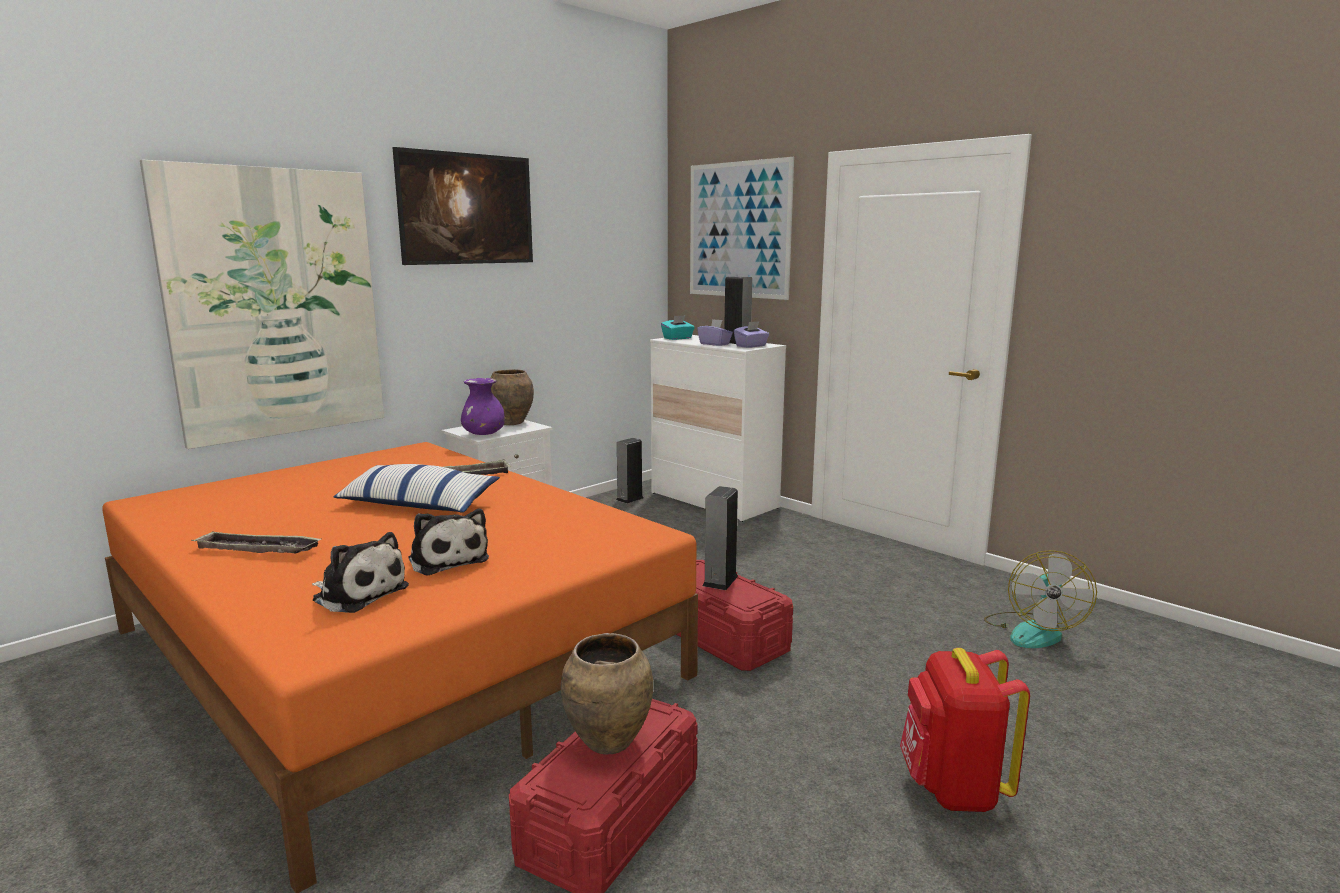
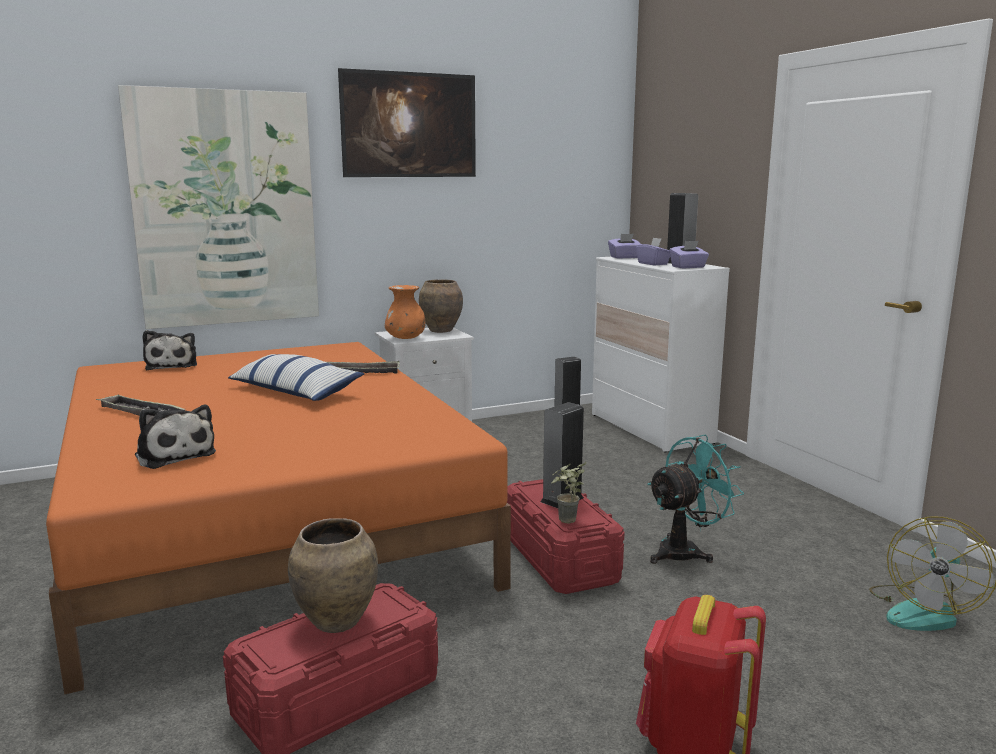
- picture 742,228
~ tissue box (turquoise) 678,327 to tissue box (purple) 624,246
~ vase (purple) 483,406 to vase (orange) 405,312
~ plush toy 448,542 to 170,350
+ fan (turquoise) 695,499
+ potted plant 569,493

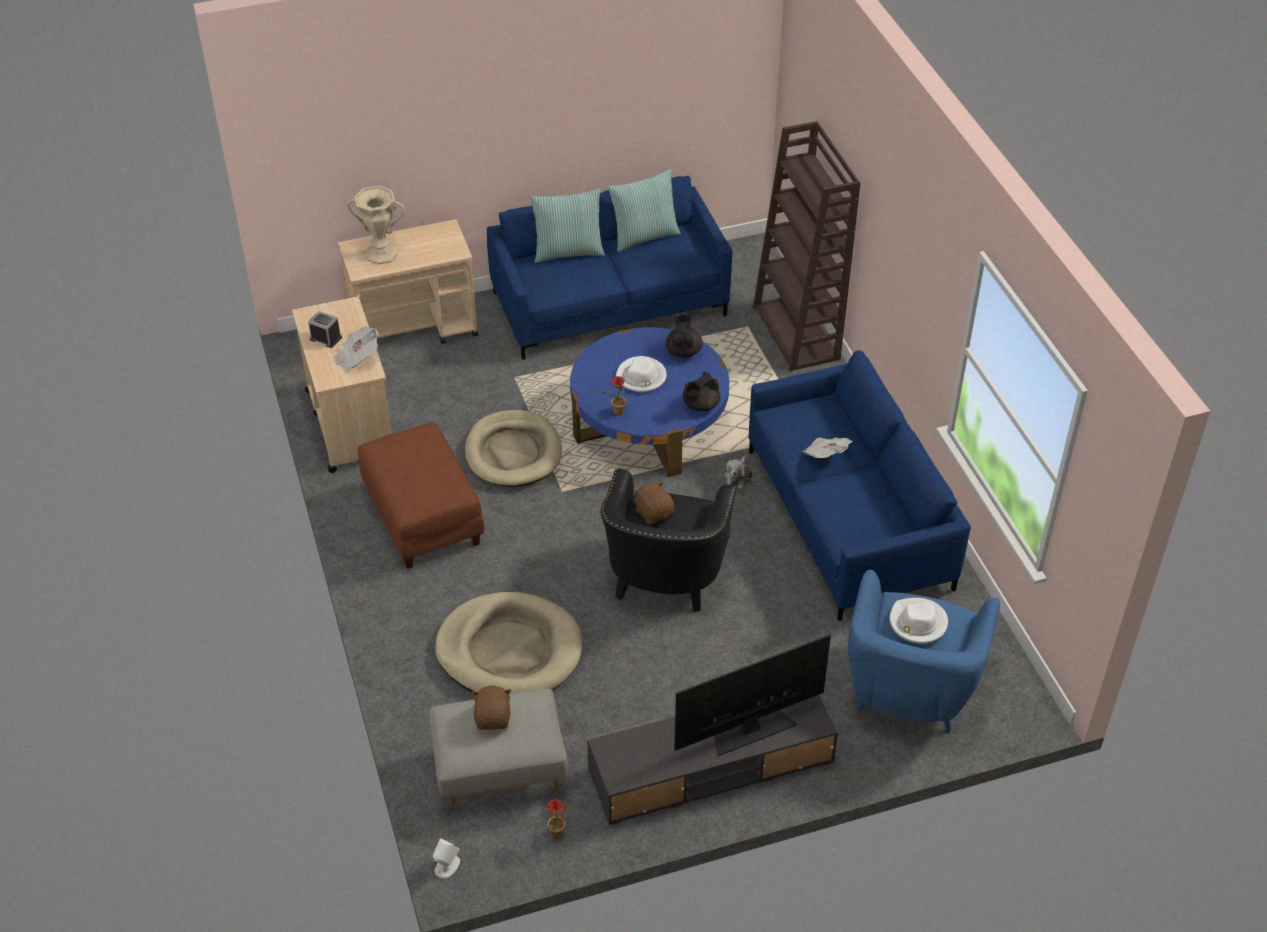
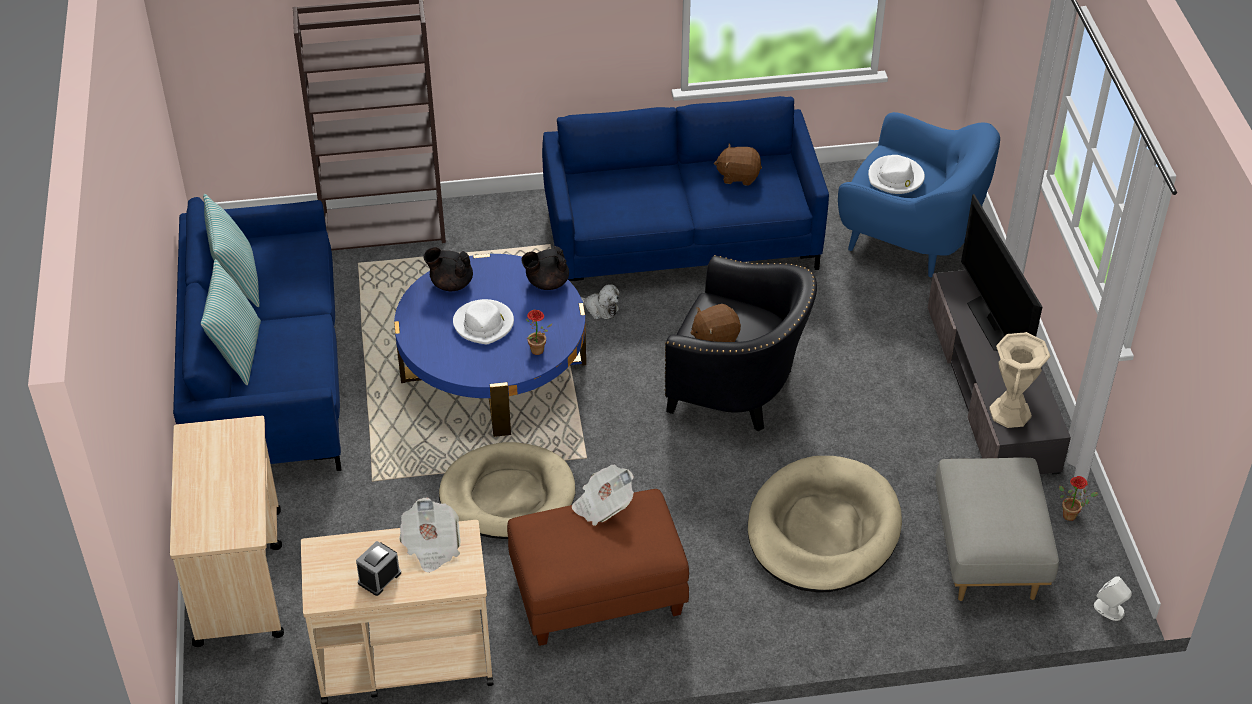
~ vase (beige) 375,224 to 1020,380
~ teapot (black) 701,391 = 545,268 105 degrees clockwise
~ newspaper 828,447 to 603,495
~ plush toy (brown) 491,707 to 738,164

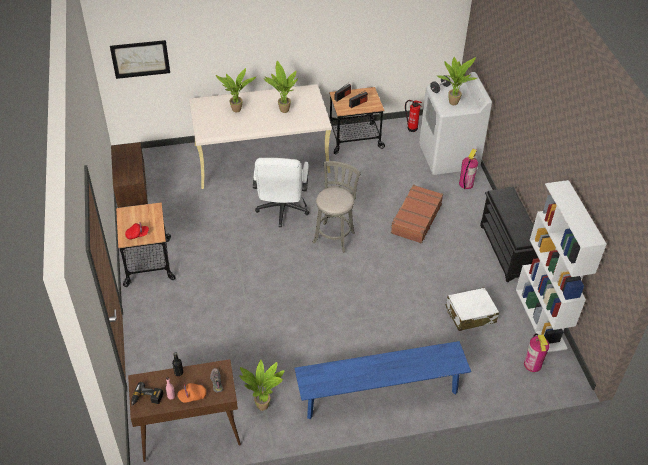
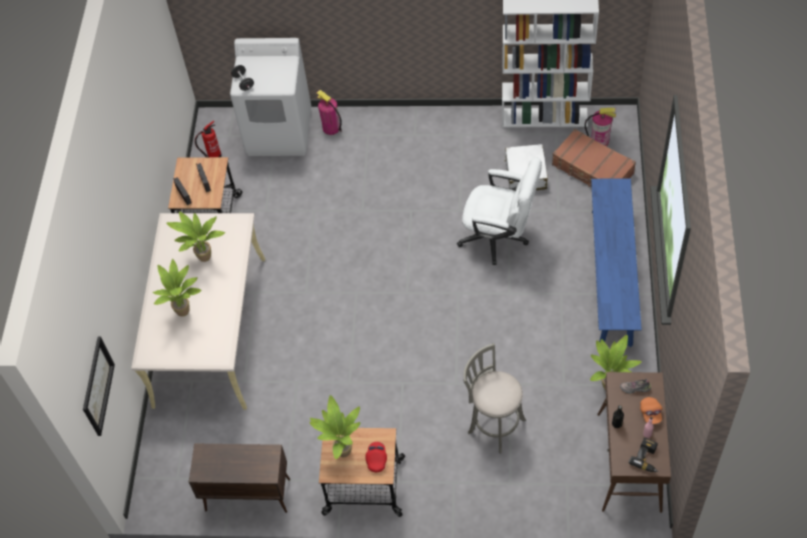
~ potted plant 456,81 to 335,427
~ office chair (white) 281,192 to 499,211
~ stool (grey) 337,207 to 494,398
~ suitcase (brown) 416,214 to 594,158
- shoe rack (black) 509,234

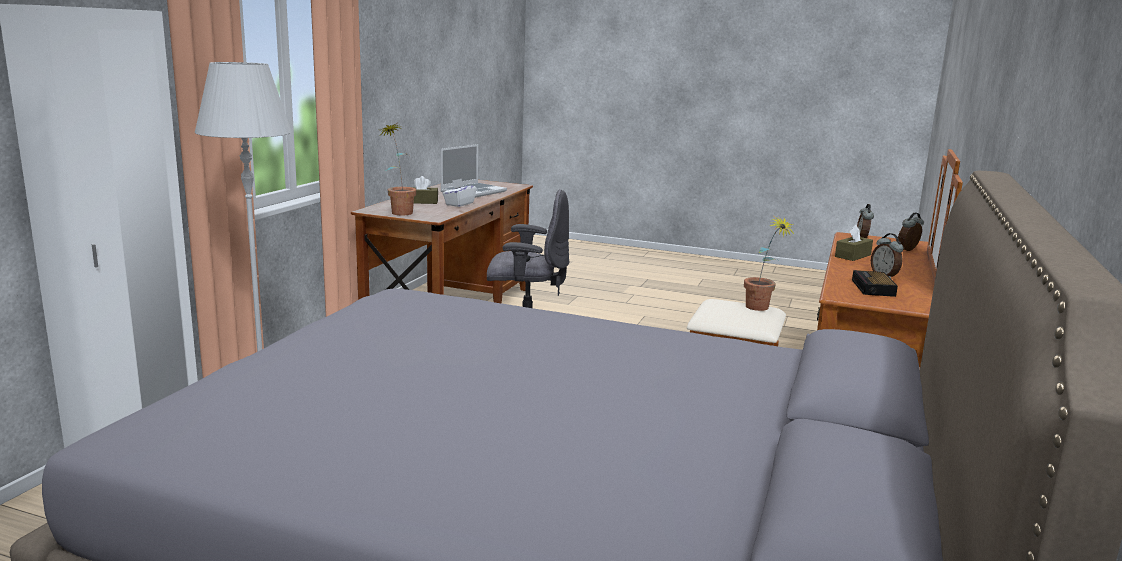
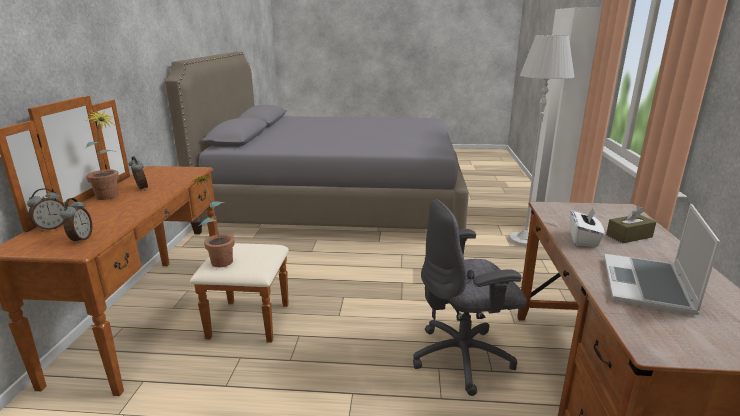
~ potted plant 398,169 to 102,155
- tissue box (brown) 854,243
- alarm clock 875,283

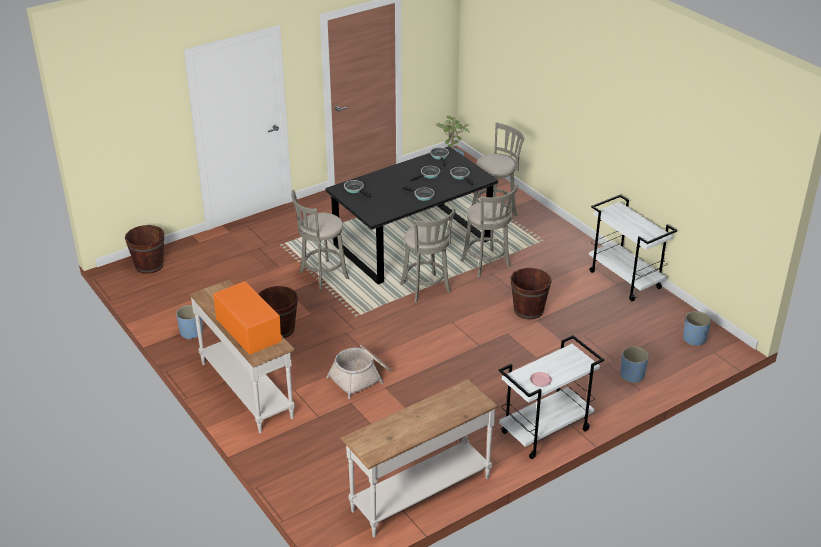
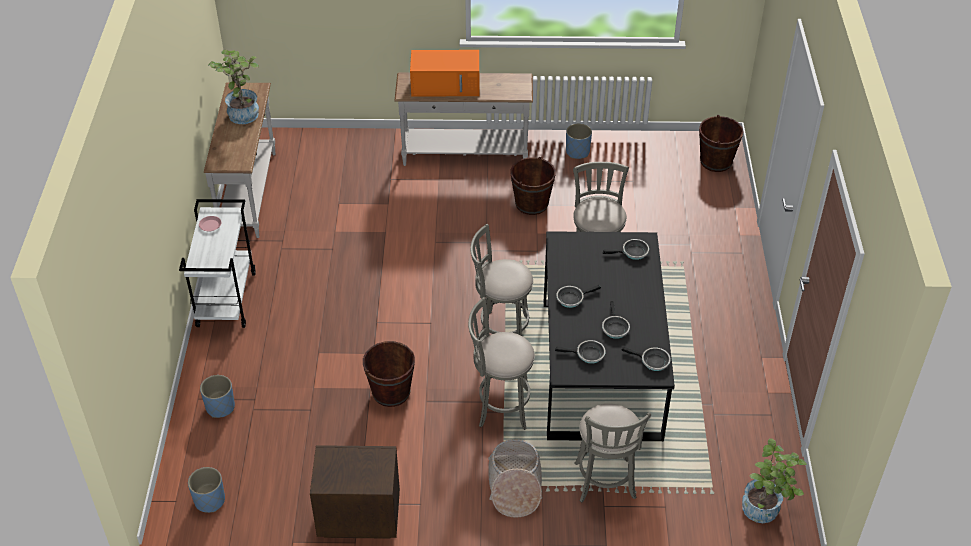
~ cart (white) 633,247 to nightstand (brown) 355,492
~ basket 359,372 to 515,478
+ potted plant 233,86

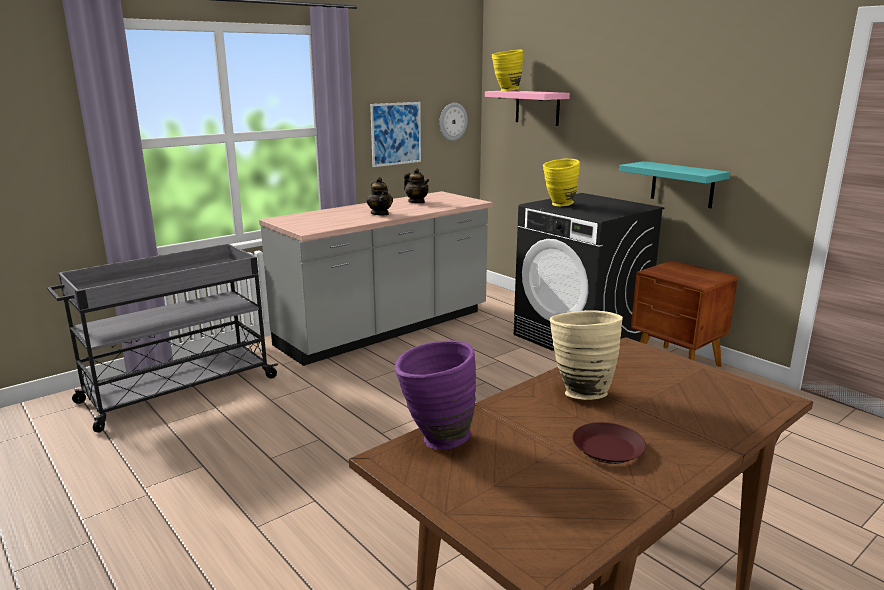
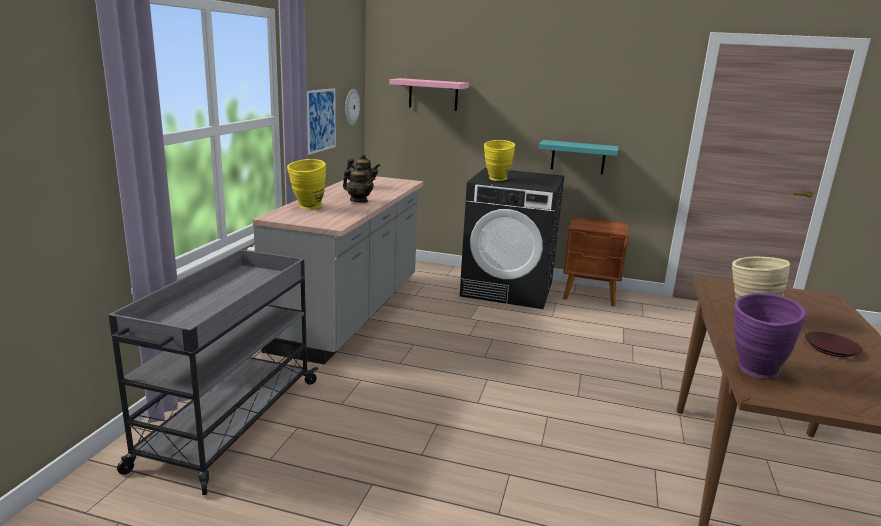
~ vase (yellow) 507,70 to 306,184

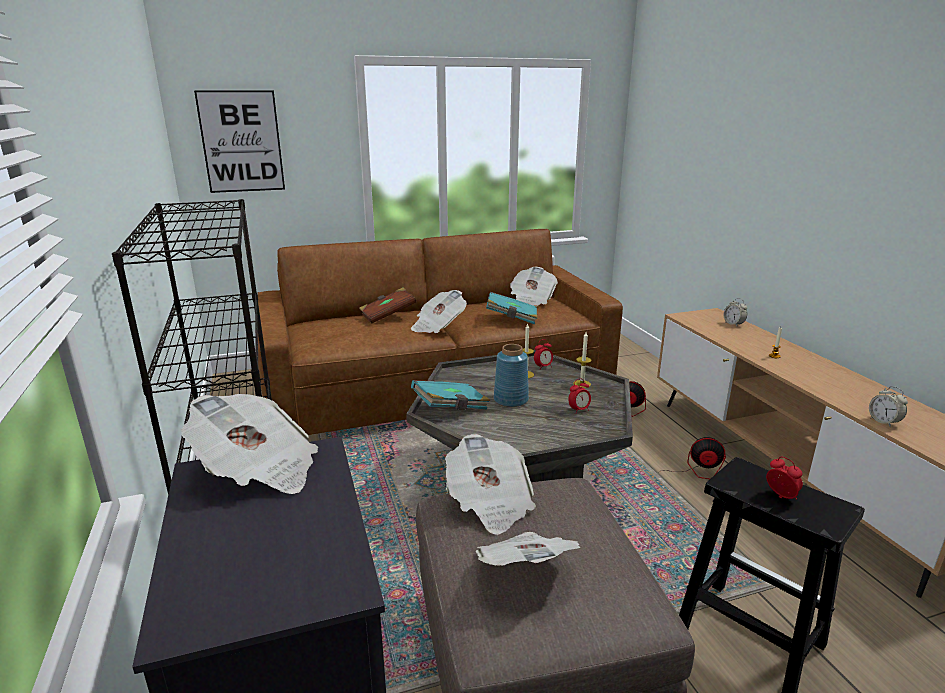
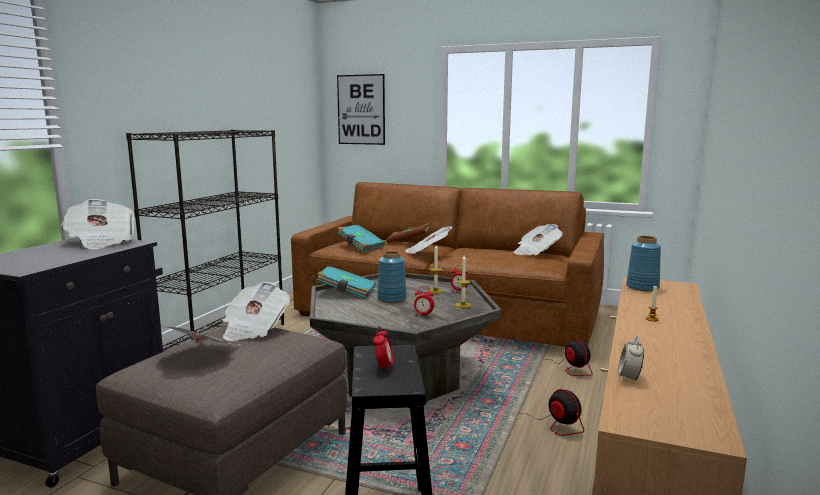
~ book (turquoise) 512,308 to 361,238
- alarm clock 735,312
+ vase (blue) 643,263

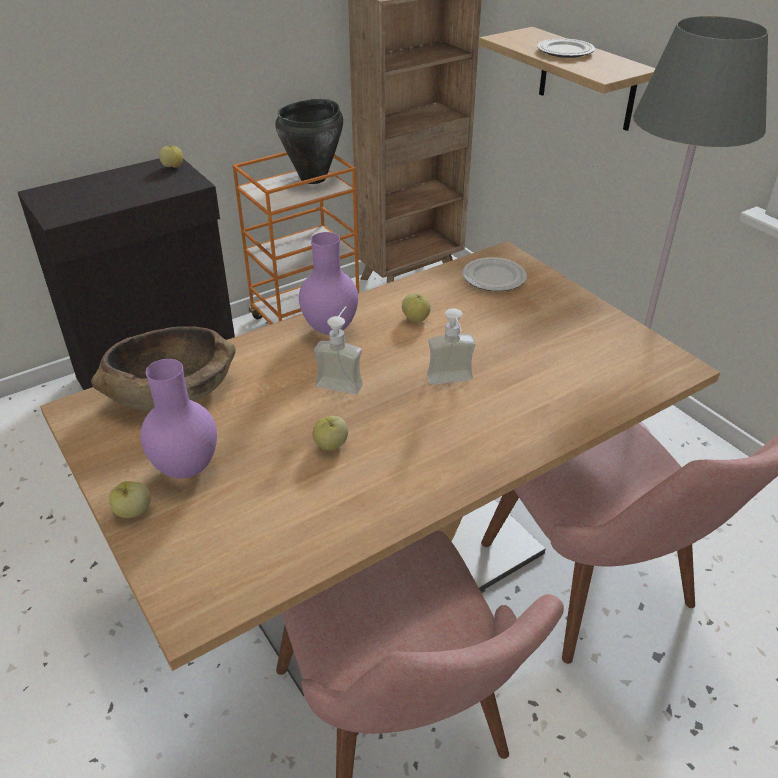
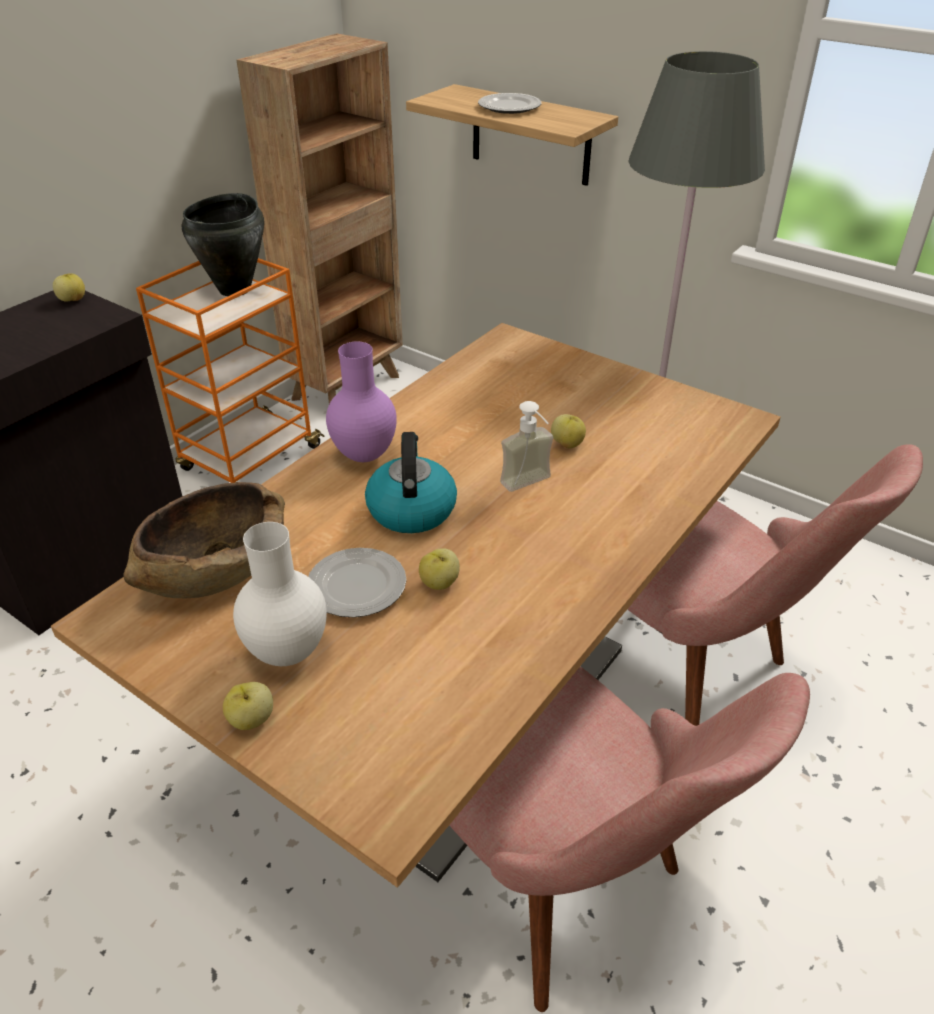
~ plate 494,274 to 357,582
~ apple 416,308 to 568,431
~ soap dispenser 338,350 to kettle 411,482
~ vase (purple) 178,419 to vase (white) 280,594

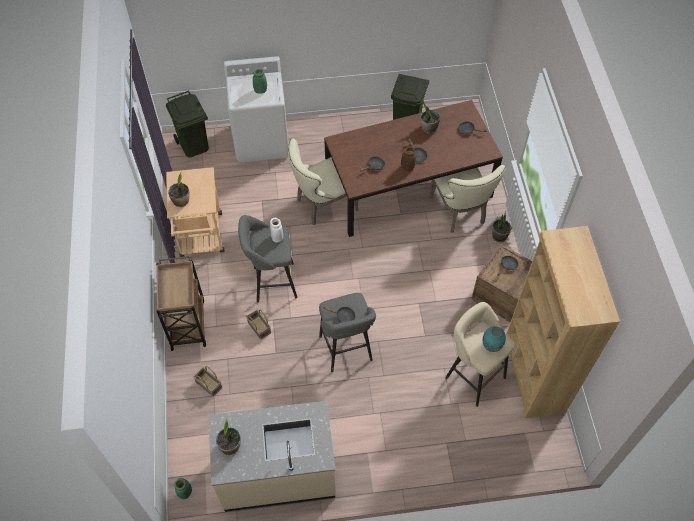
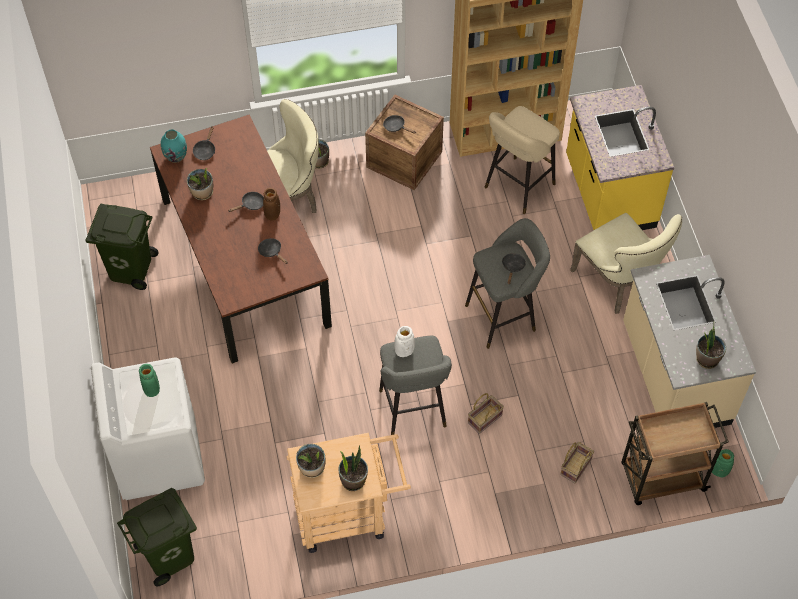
~ chair (beige) 323,182 to 626,263
~ cart (brown) 181,303 to 675,453
~ vase (turquoise) 494,339 to 174,146
+ counter (yellow) 620,157
+ potted plant 311,461

